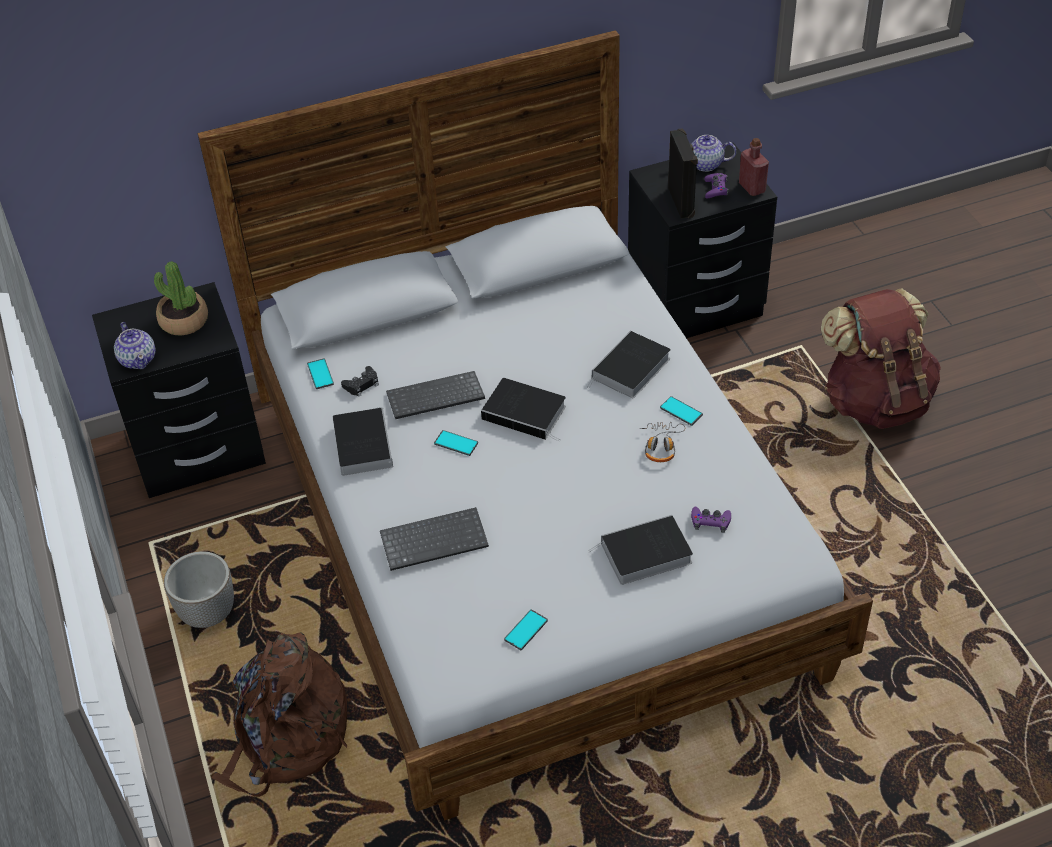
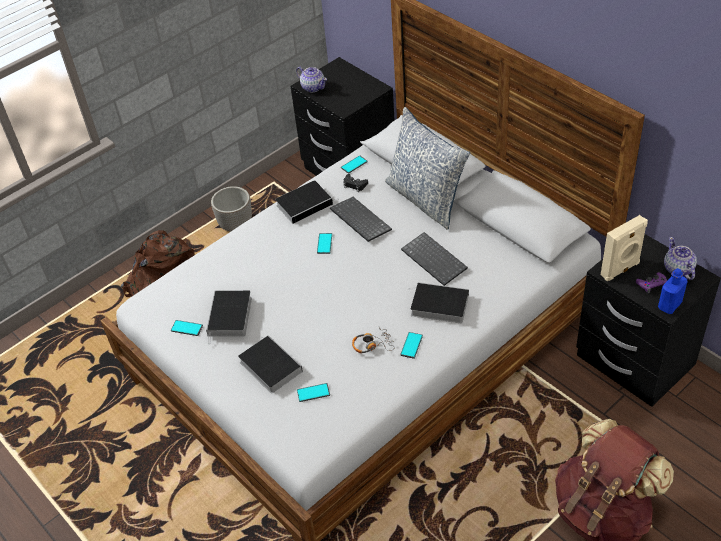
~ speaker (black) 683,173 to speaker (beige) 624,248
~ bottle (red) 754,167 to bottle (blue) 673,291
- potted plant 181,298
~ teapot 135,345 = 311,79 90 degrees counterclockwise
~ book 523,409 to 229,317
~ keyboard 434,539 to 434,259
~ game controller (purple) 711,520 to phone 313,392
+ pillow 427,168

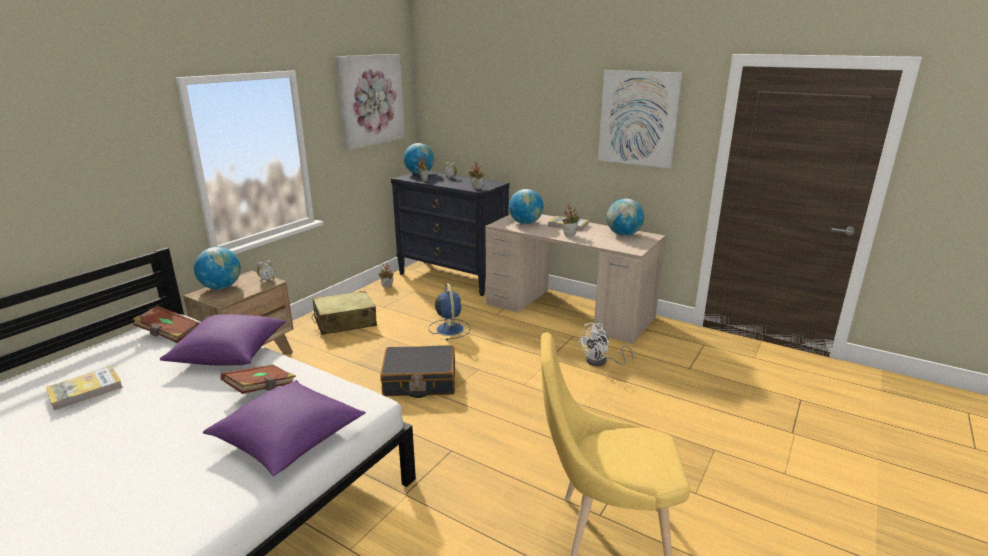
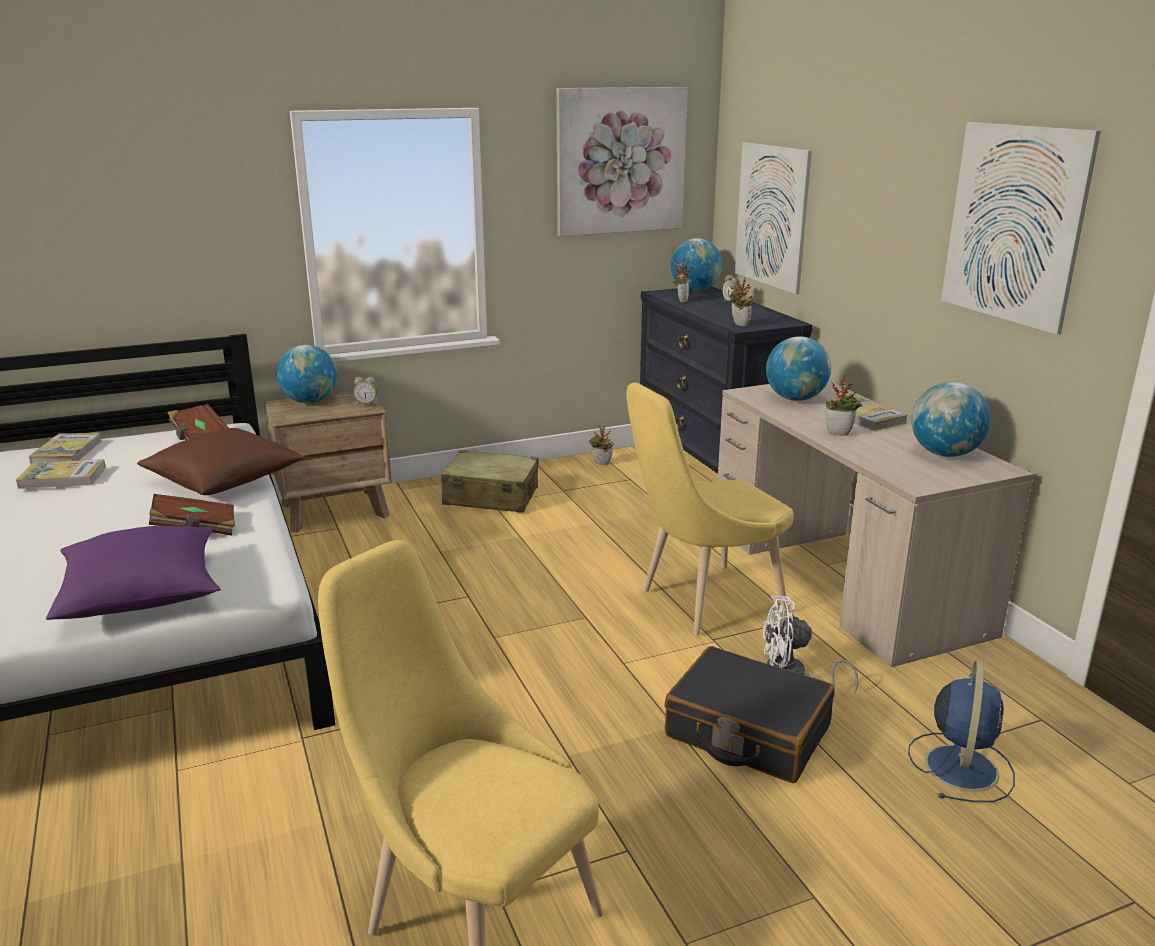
~ fan (blue) 449,311 to 961,731
~ pillow (purple) 223,339 to pillow (brown) 221,461
~ suitcase (black) 417,371 to 749,714
+ picture 773,218
+ chair (yellow) 710,509
+ book 65,448

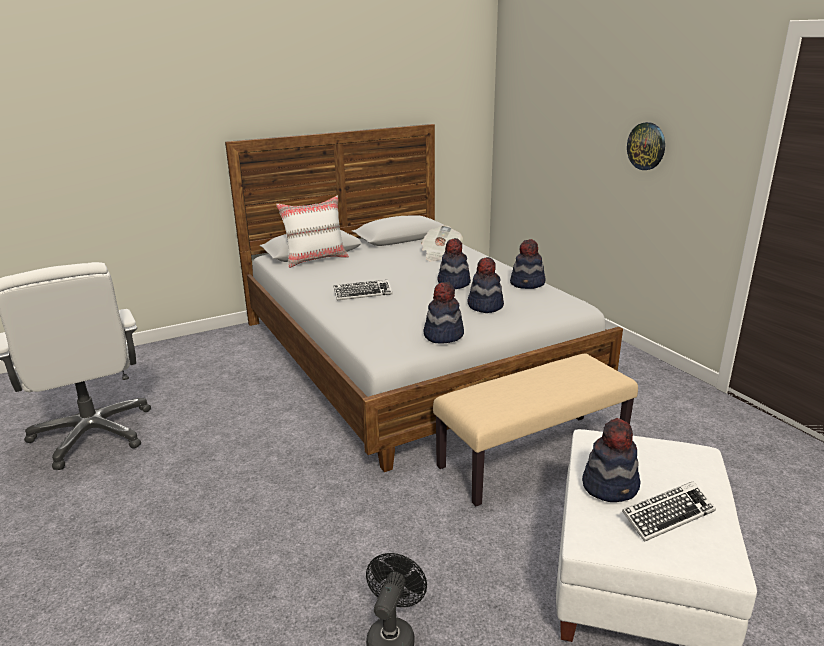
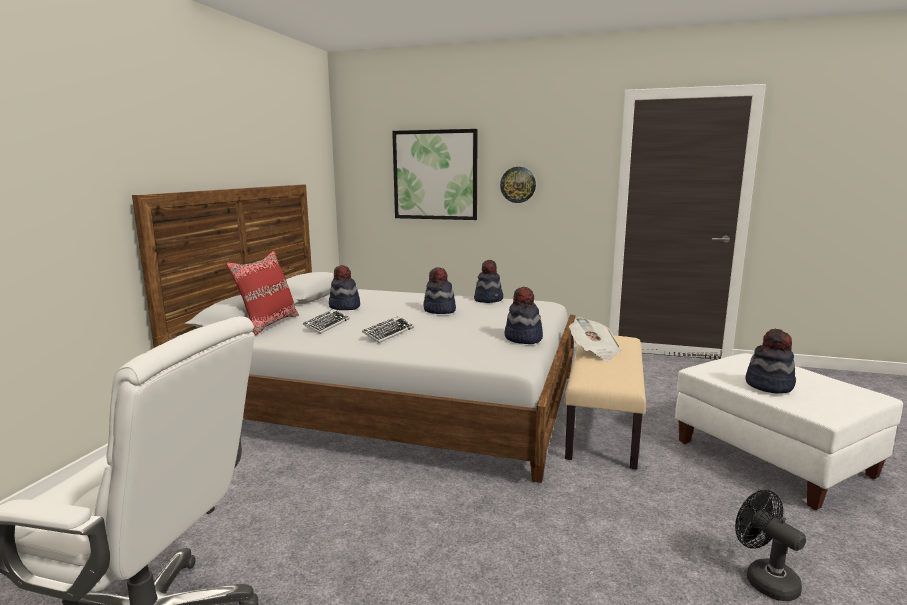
~ pillow (white) 312,232 to pillow (red) 262,293
~ newspaper 442,243 to 595,339
~ hat 486,285 to 344,287
~ keyboard 669,511 to 326,321
+ picture 435,174

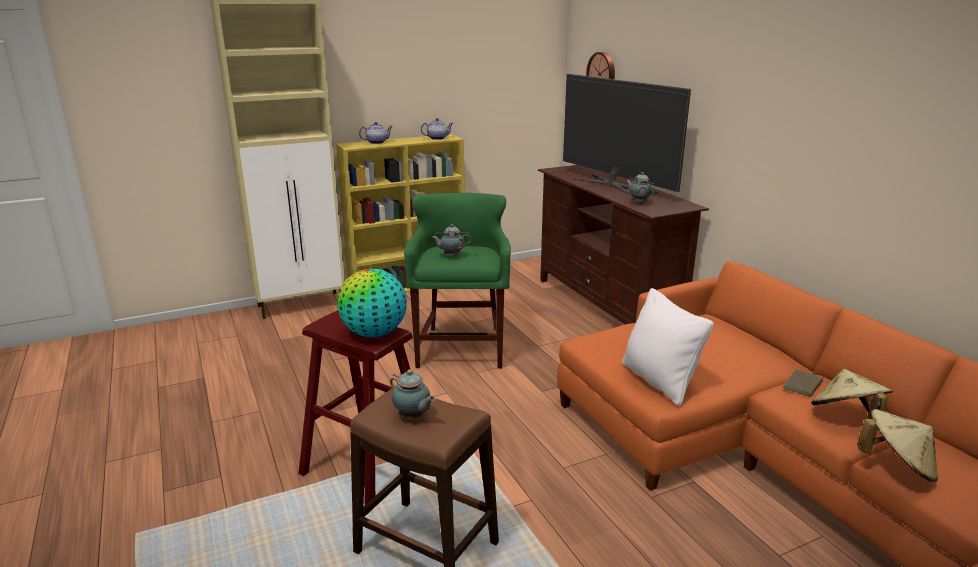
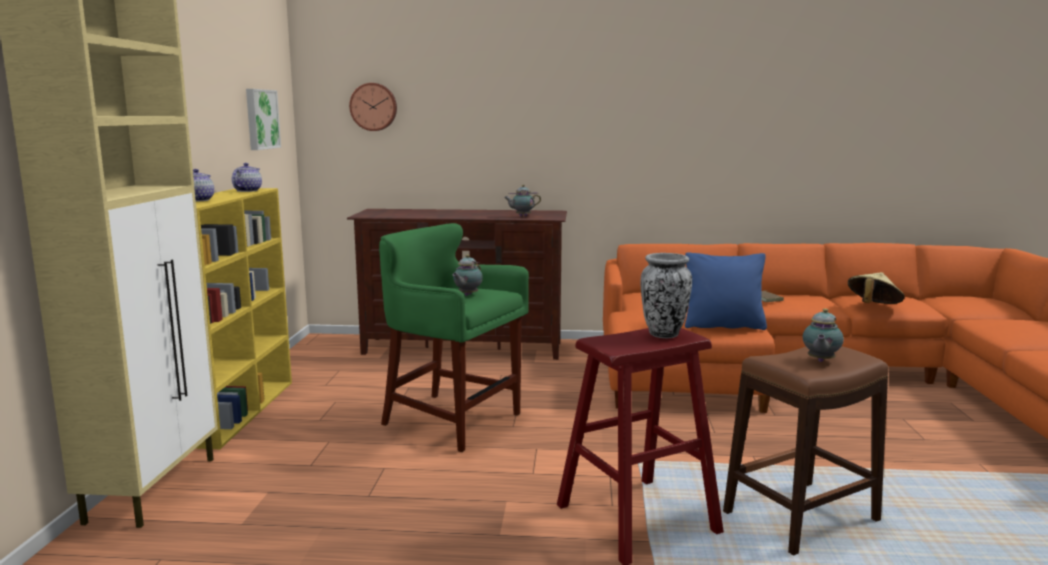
- television 627,134
~ globe 372,303 to vase 666,295
~ pillow (white) 668,347 to pillow (blue) 726,291
~ teapot 412,393 = 823,335 135 degrees clockwise
- hat (beige) 852,394
+ picture 263,119

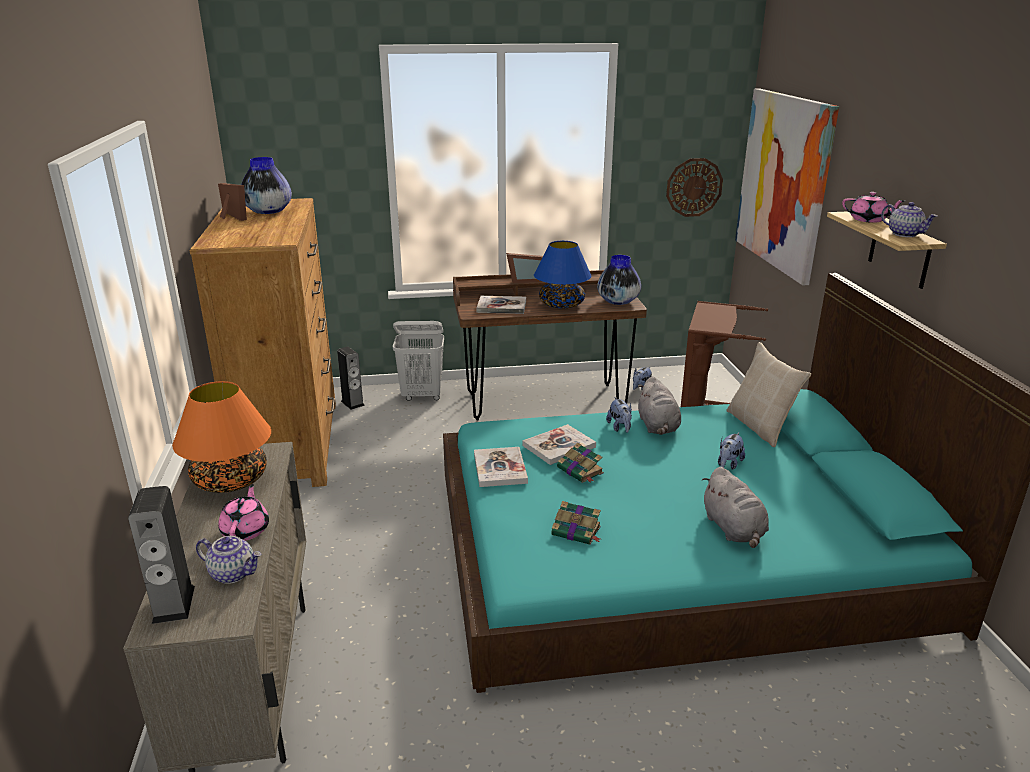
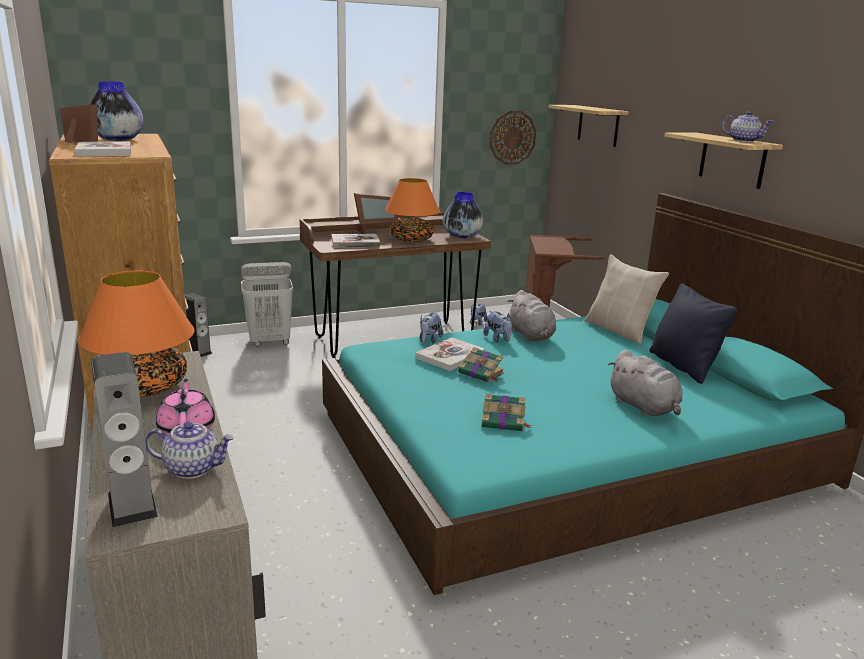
~ picture 787,186 to shelf 588,126
- teapot (pink) 873,207
~ table lamp (blue) 562,274 to table lamp (orange) 412,210
~ plush toy 731,451 to 431,328
~ book 501,467 to 103,149
+ pillow (black) 693,333

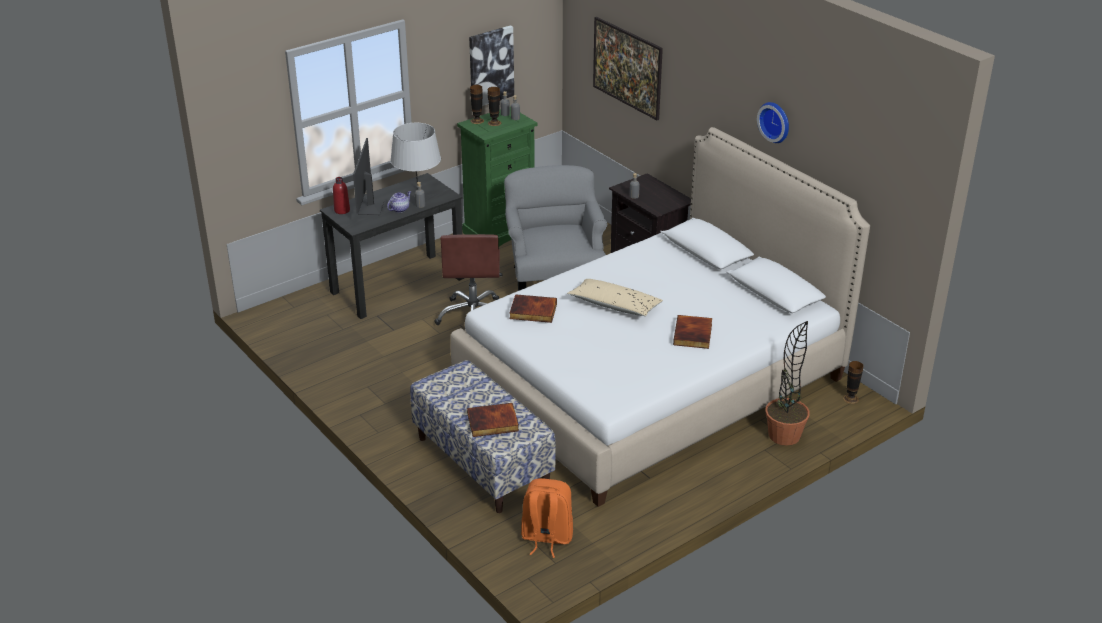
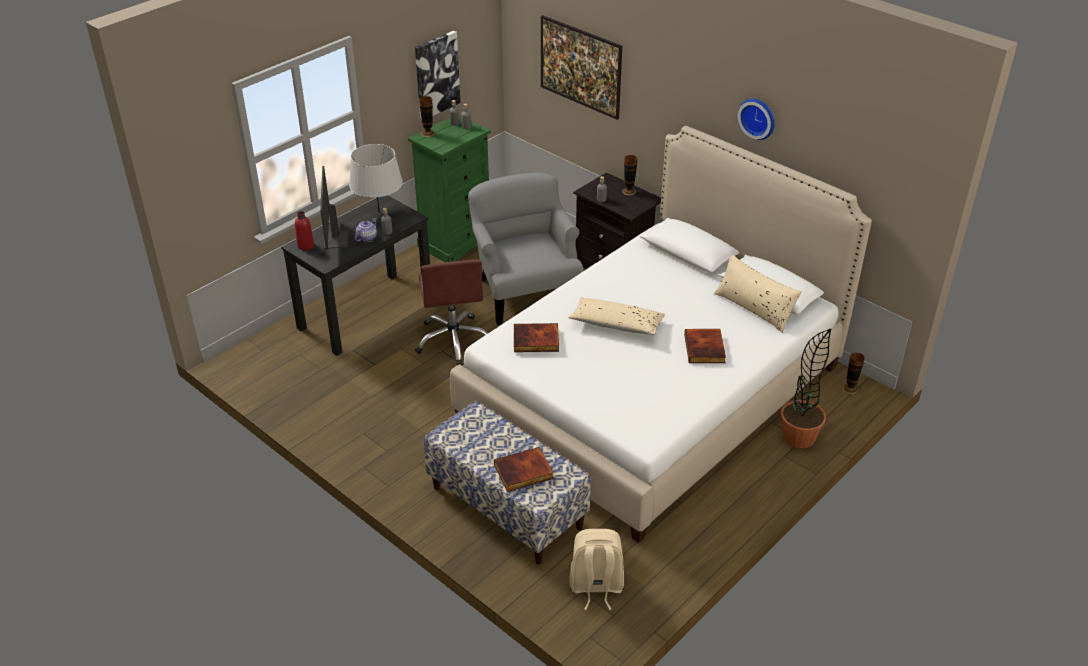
~ vase 494,106 to 629,175
~ backpack (orange) 547,518 to backpack (beige) 596,569
+ pillow (beige) 758,293

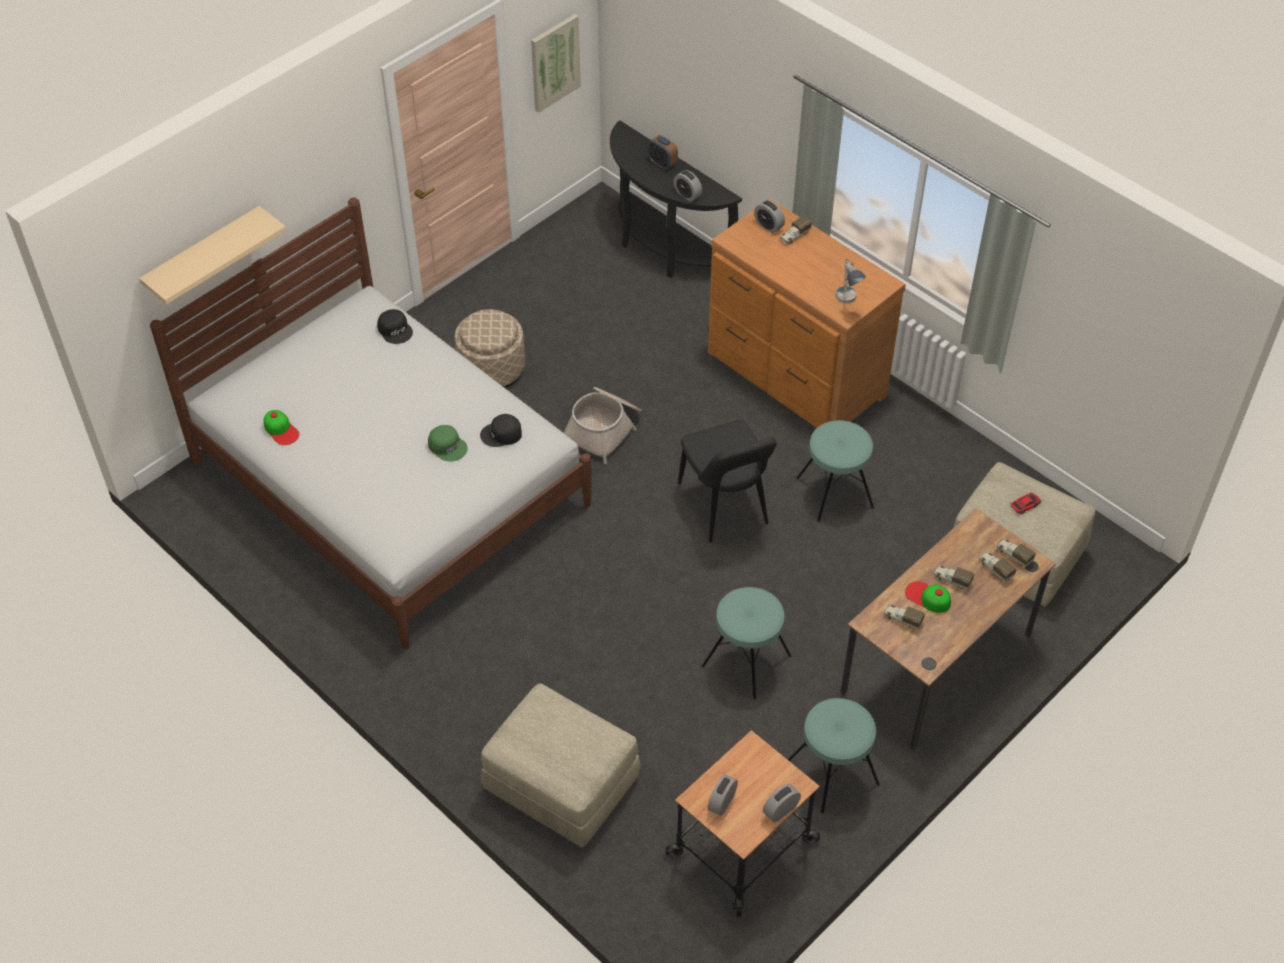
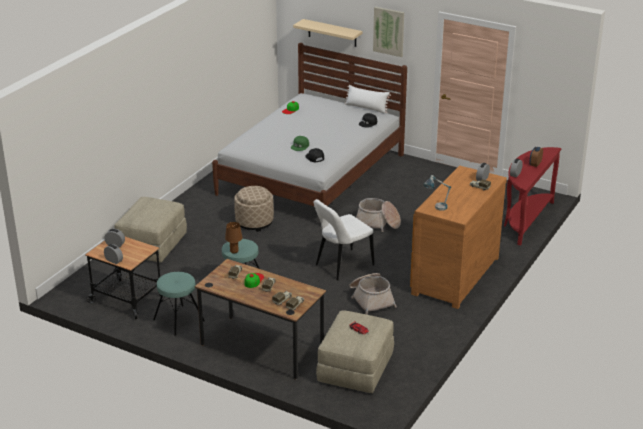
~ picture 556,63 to 388,32
~ console table (black) 676,199 to console table (red) 532,196
~ ottoman (beige) 490,348 to 254,209
~ chair (black) 727,481 to chair (white) 344,239
~ stool (turquoise) 835,471 to basket 373,294
+ pillow (white) 367,99
+ table lamp (brown) 233,238

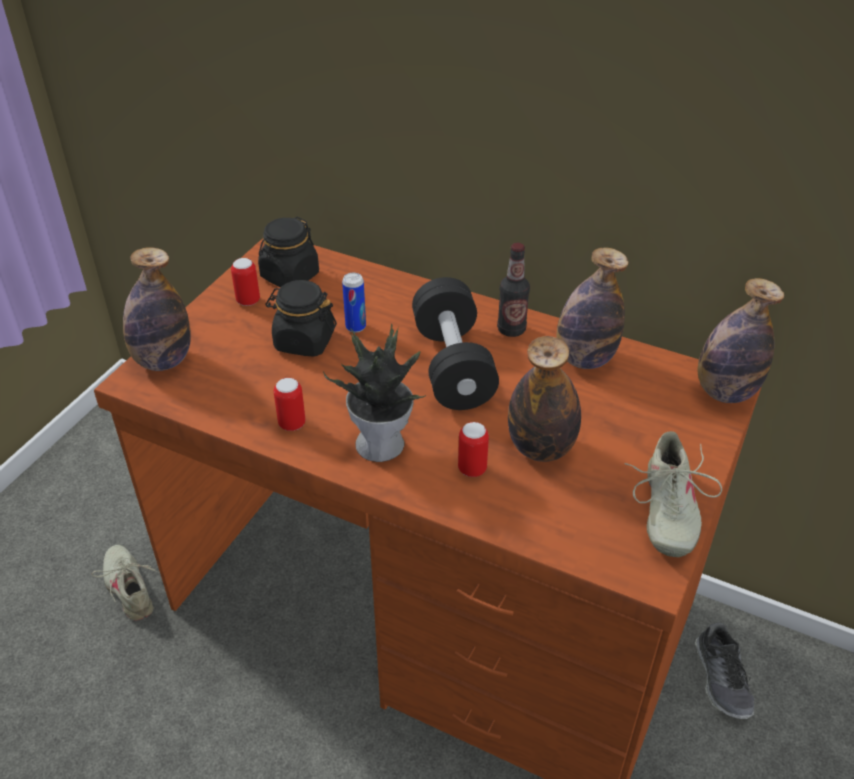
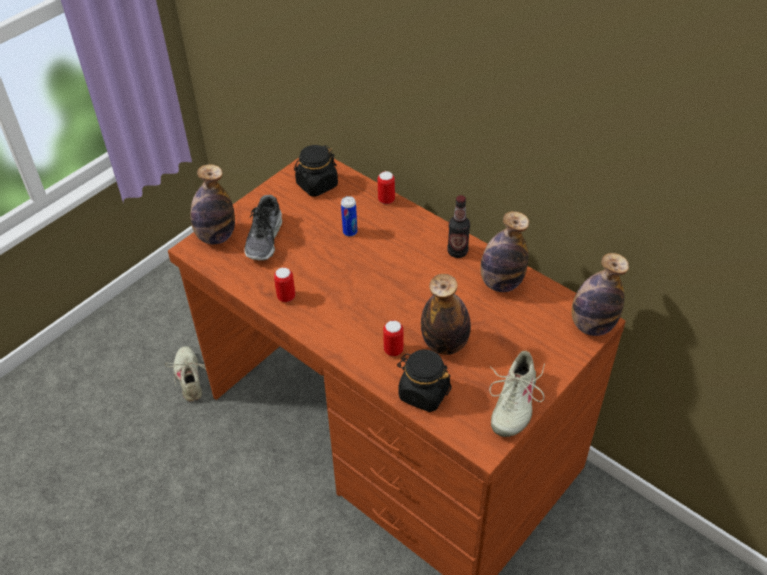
~ can 245,282 to 386,187
- dumbbell (black) 455,343
~ jar (black) 301,318 to 424,380
- potted plant 374,392
~ shoe 724,671 to 263,227

